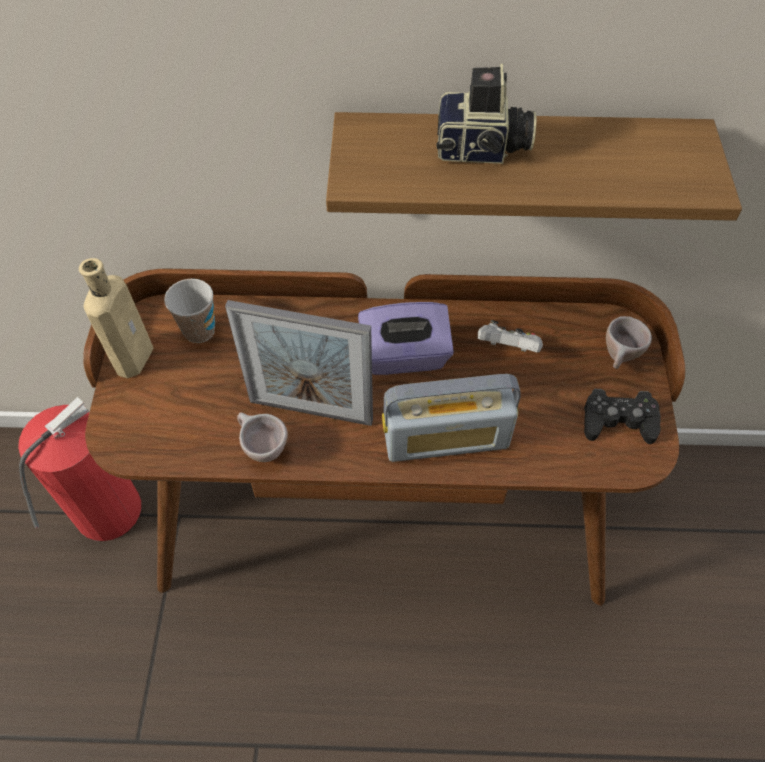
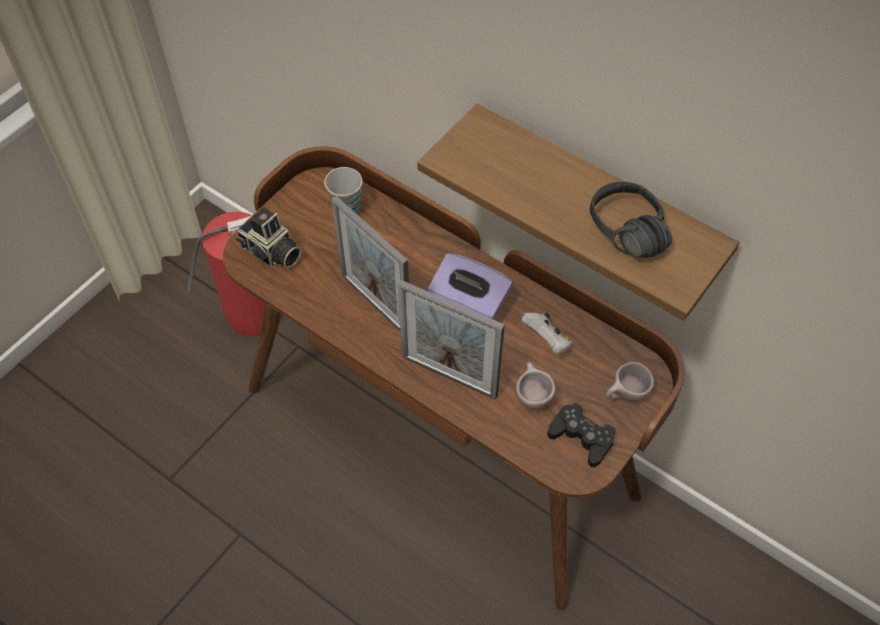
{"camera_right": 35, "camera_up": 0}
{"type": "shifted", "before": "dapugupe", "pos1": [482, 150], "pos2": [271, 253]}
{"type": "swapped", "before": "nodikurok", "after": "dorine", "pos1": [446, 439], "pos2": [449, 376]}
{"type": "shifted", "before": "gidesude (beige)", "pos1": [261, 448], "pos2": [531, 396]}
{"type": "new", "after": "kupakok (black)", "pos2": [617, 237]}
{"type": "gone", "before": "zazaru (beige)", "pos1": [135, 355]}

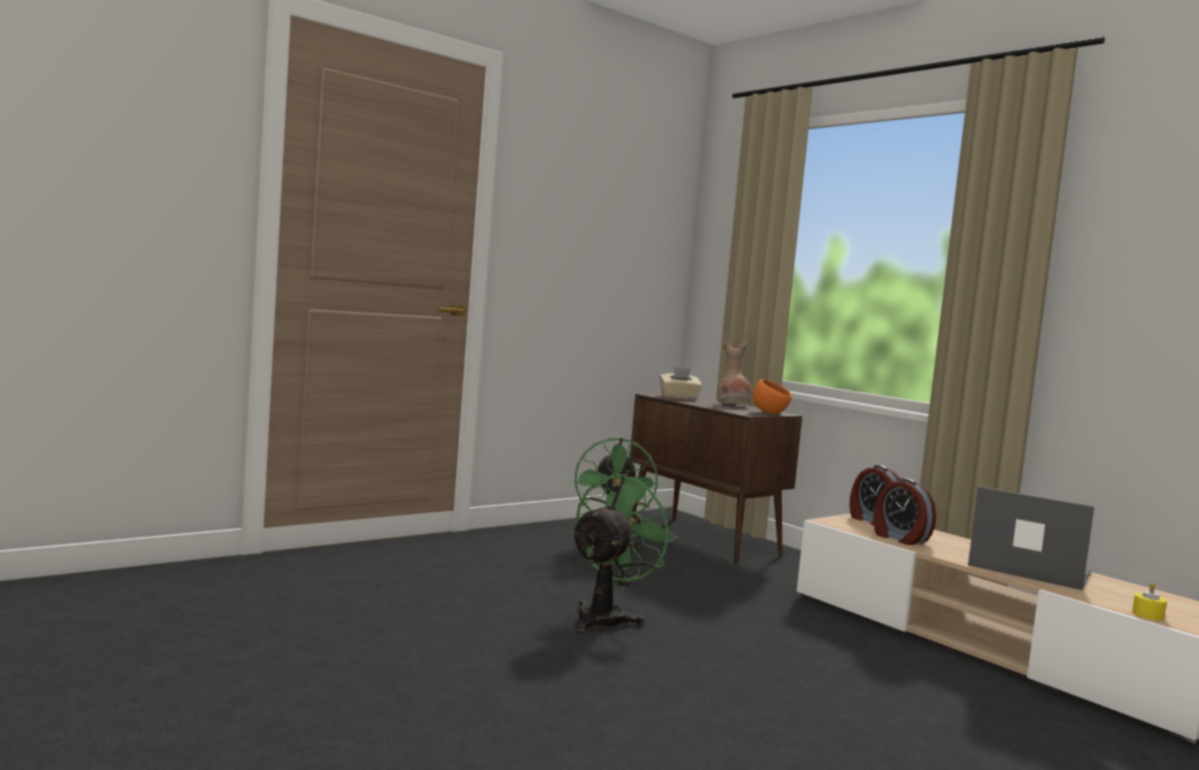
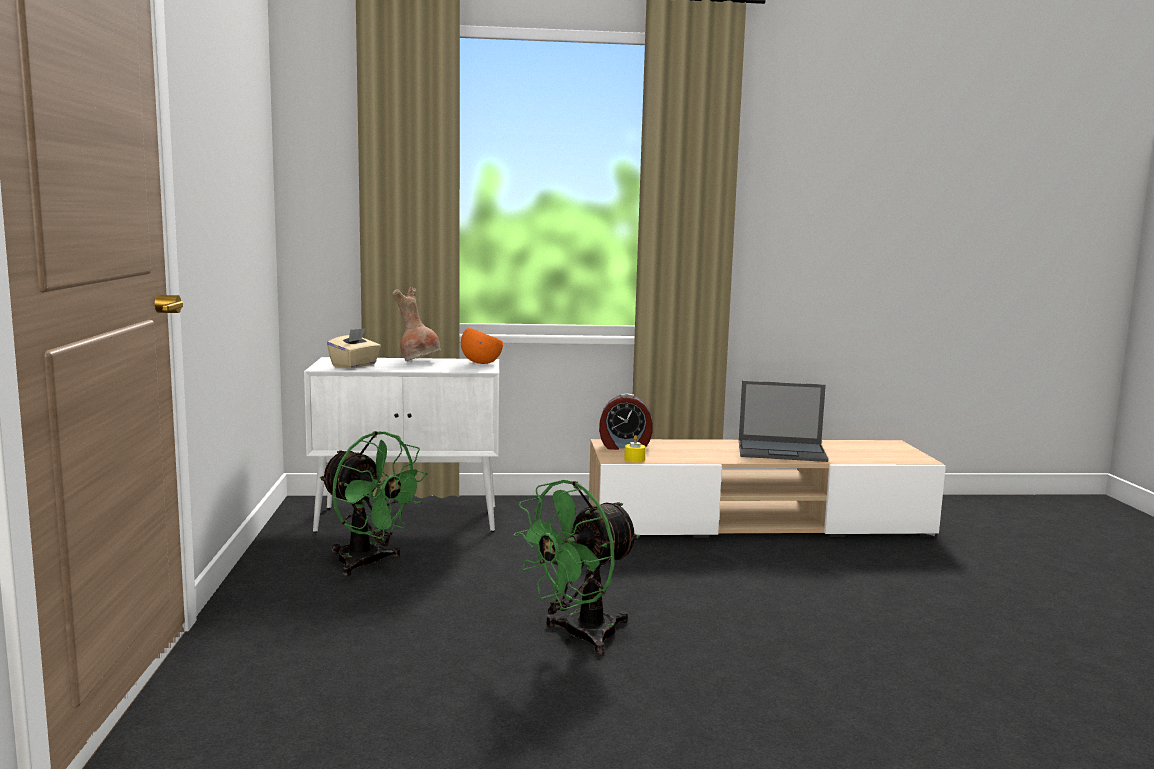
{"camera_right": -55, "camera_up": 5}
{"type": "repainted", "before": "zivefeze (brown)", "after": "zivefeze (white)", "pos1": [703, 540], "pos2": [410, 519]}
{"type": "rotated", "before": "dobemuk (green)", "pos1": [607, 617], "pos2": [578, 636], "turn": -105}
{"type": "shifted", "before": "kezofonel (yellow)", "pos1": [1148, 615], "pos2": [634, 459]}
{"type": "rotated", "before": "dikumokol", "pos1": [1027, 569], "pos2": [782, 451], "turn": -150}
{"type": "gone", "before": "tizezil", "pos1": [899, 538]}

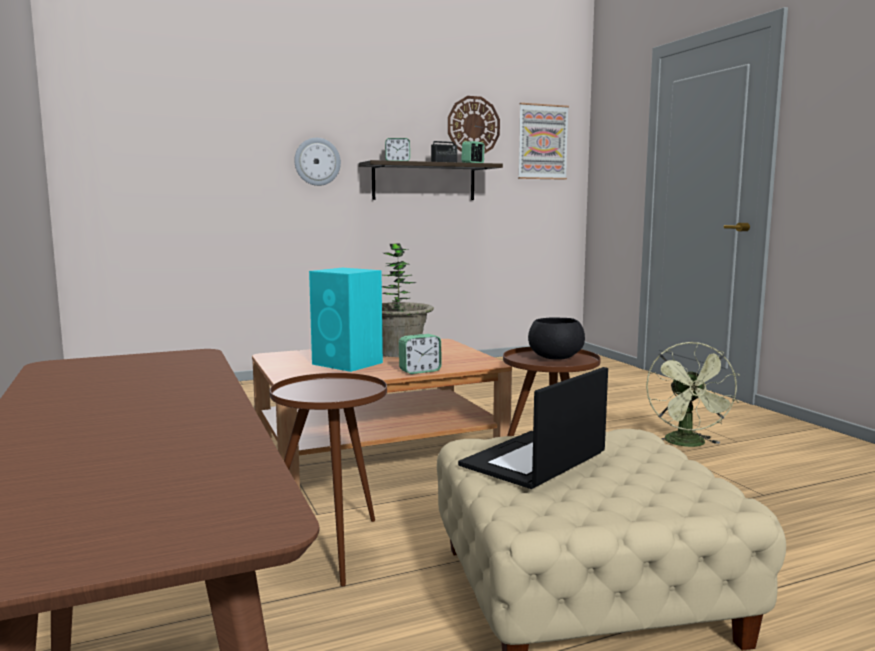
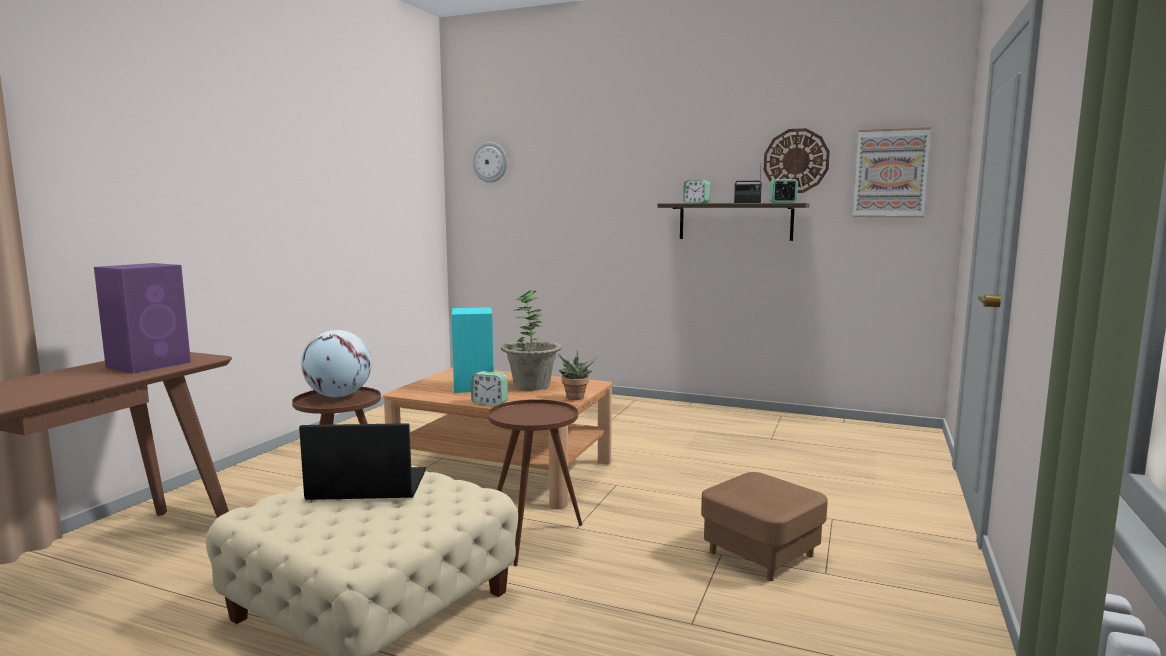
{"camera_right": 45, "camera_up": 0}
{"type": "new", "after": "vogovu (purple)", "pos2": [150, 364]}
{"type": "new", "after": "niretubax", "pos2": [339, 396]}
{"type": "shifted", "before": "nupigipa", "pos1": [317, 161], "pos2": [490, 162]}
{"type": "new", "after": "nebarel", "pos2": [575, 398]}
{"type": "swapped", "before": "dobemuk (green)", "after": "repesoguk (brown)", "pos1": [689, 444], "pos2": [761, 554]}
{"type": "gone", "before": "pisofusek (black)", "pos1": [555, 358]}

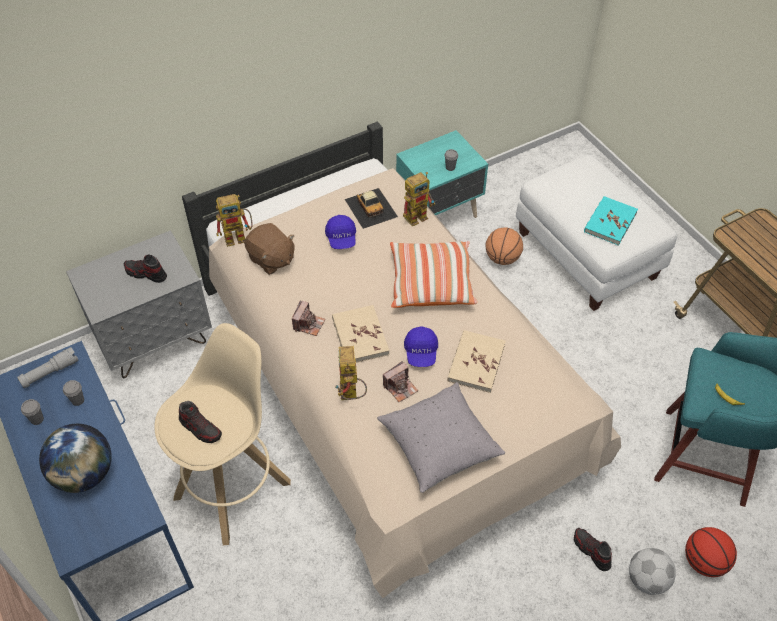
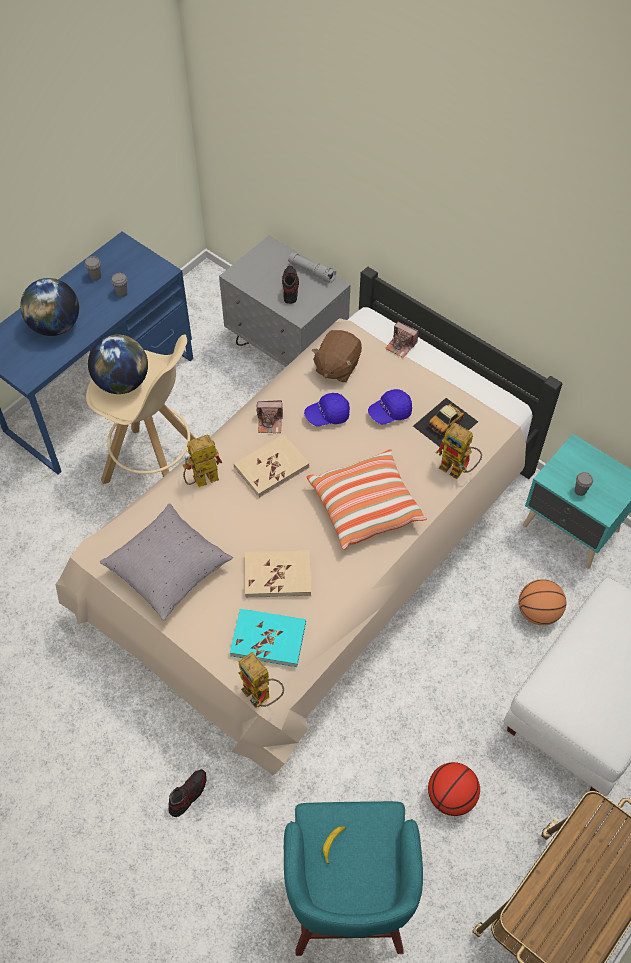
{"camera_right": 70, "camera_up": 5}
{"type": "swapped", "before": "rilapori", "after": "niretubax", "pos1": [200, 428], "pos2": [122, 383]}
{"type": "shifted", "before": "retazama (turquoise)", "pos1": [610, 222], "pos2": [268, 639]}
{"type": "shifted", "before": "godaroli", "pos1": [239, 236], "pos2": [261, 696]}
{"type": "shifted", "before": "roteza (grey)", "pos1": [50, 372], "pos2": [311, 271]}
{"type": "shifted", "before": "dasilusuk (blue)", "pos1": [421, 352], "pos2": [327, 415]}
{"type": "shifted", "before": "dapugupe", "pos1": [400, 387], "pos2": [401, 345]}
{"type": "shifted", "before": "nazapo", "pos1": [704, 561], "pos2": [451, 796]}
{"type": "gone", "before": "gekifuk", "pos1": [646, 579]}

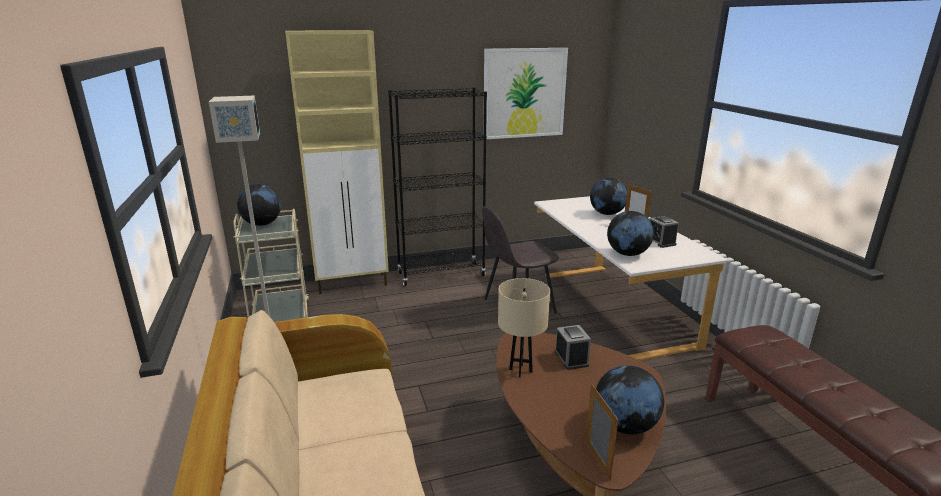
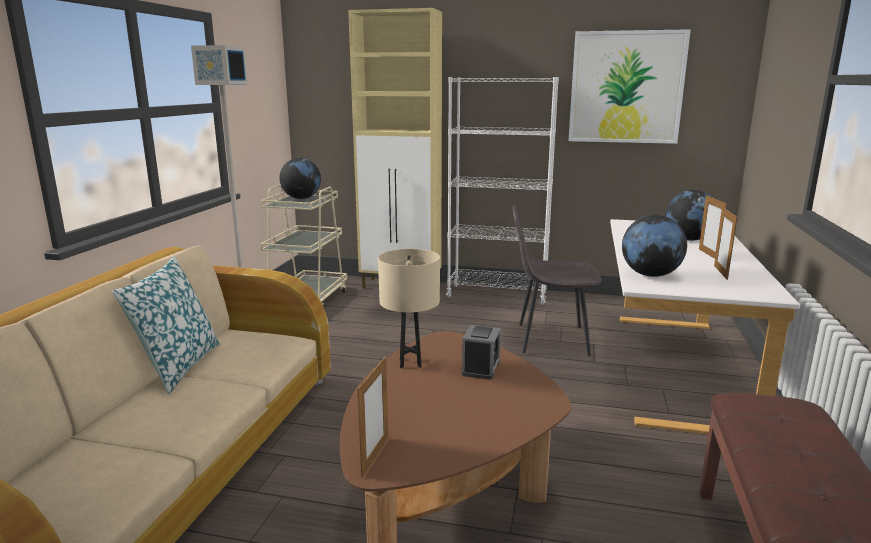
{"camera_right": 30, "camera_up": -5}
{"type": "new", "after": "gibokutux", "pos2": [178, 366]}
{"type": "repainted", "before": "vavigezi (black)", "after": "vavigezi (white)", "pos1": [441, 274], "pos2": [497, 295]}
{"type": "swapped", "before": "tizezil", "after": "dorine", "pos1": [660, 242], "pos2": [720, 272]}
{"type": "gone", "before": "niretubax", "pos1": [625, 425]}

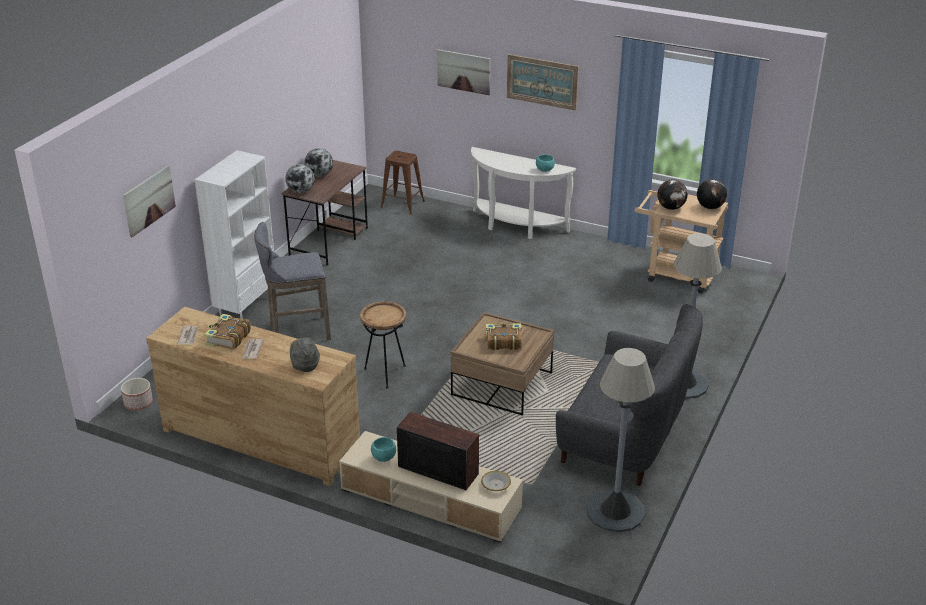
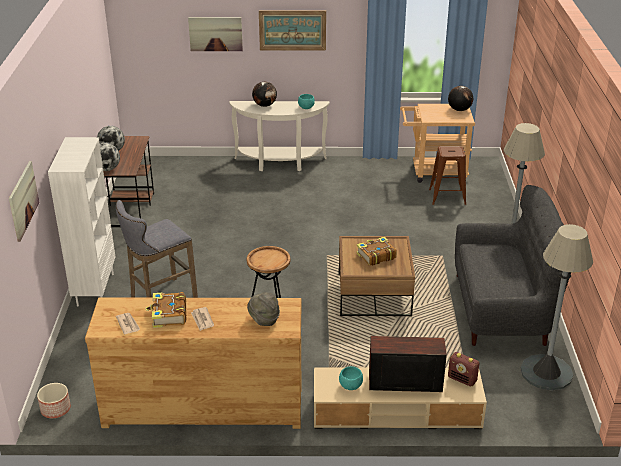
{"camera_right": -25, "camera_up": 0}
{"type": "shifted", "before": "niretubax", "pos1": [671, 208], "pos2": [265, 105]}
{"type": "shifted", "before": "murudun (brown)", "pos1": [402, 204], "pos2": [447, 197]}
{"type": "swapped", "before": "pisofusek", "after": "nodikurok", "pos1": [496, 485], "pos2": [462, 379]}

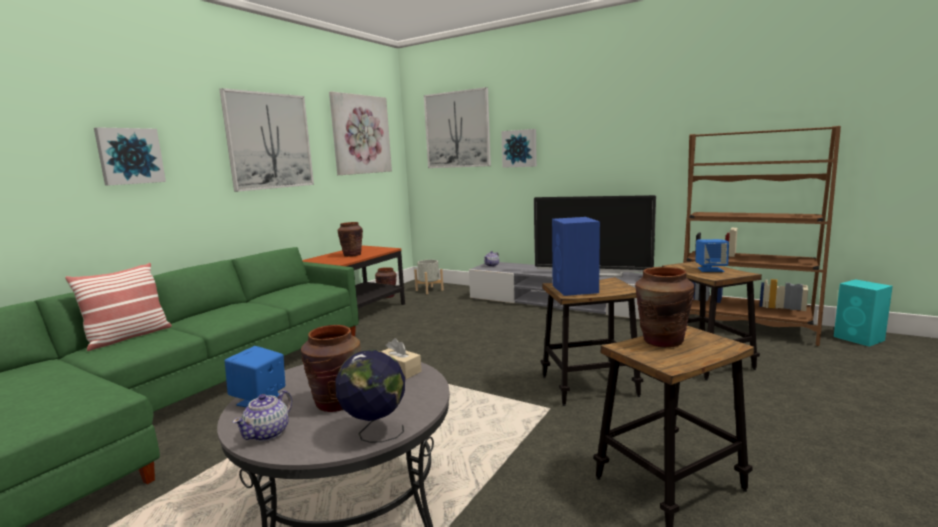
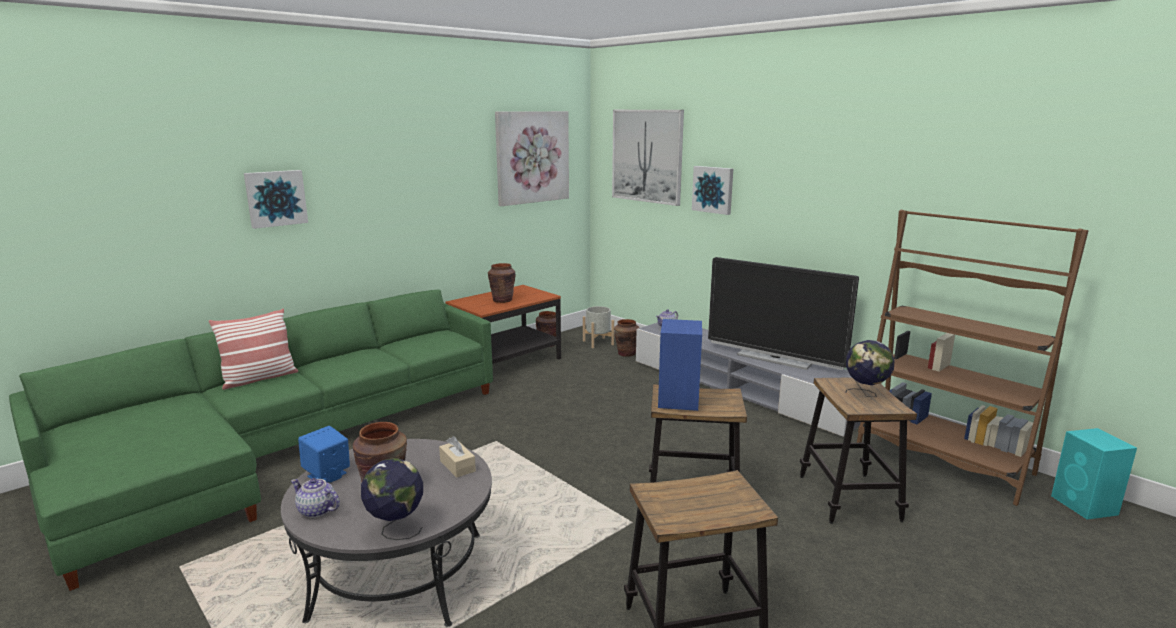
{"camera_right": 15, "camera_up": 5}
{"type": "rotated", "before": "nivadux", "pos1": [268, 433], "pos2": [317, 511], "turn": 75}
{"type": "shifted", "before": "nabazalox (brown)", "pos1": [662, 341], "pos2": [626, 354]}
{"type": "swapped", "before": "vogovu (blue)", "after": "niretubax", "pos1": [710, 269], "pos2": [865, 394]}
{"type": "gone", "before": "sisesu", "pos1": [269, 141]}

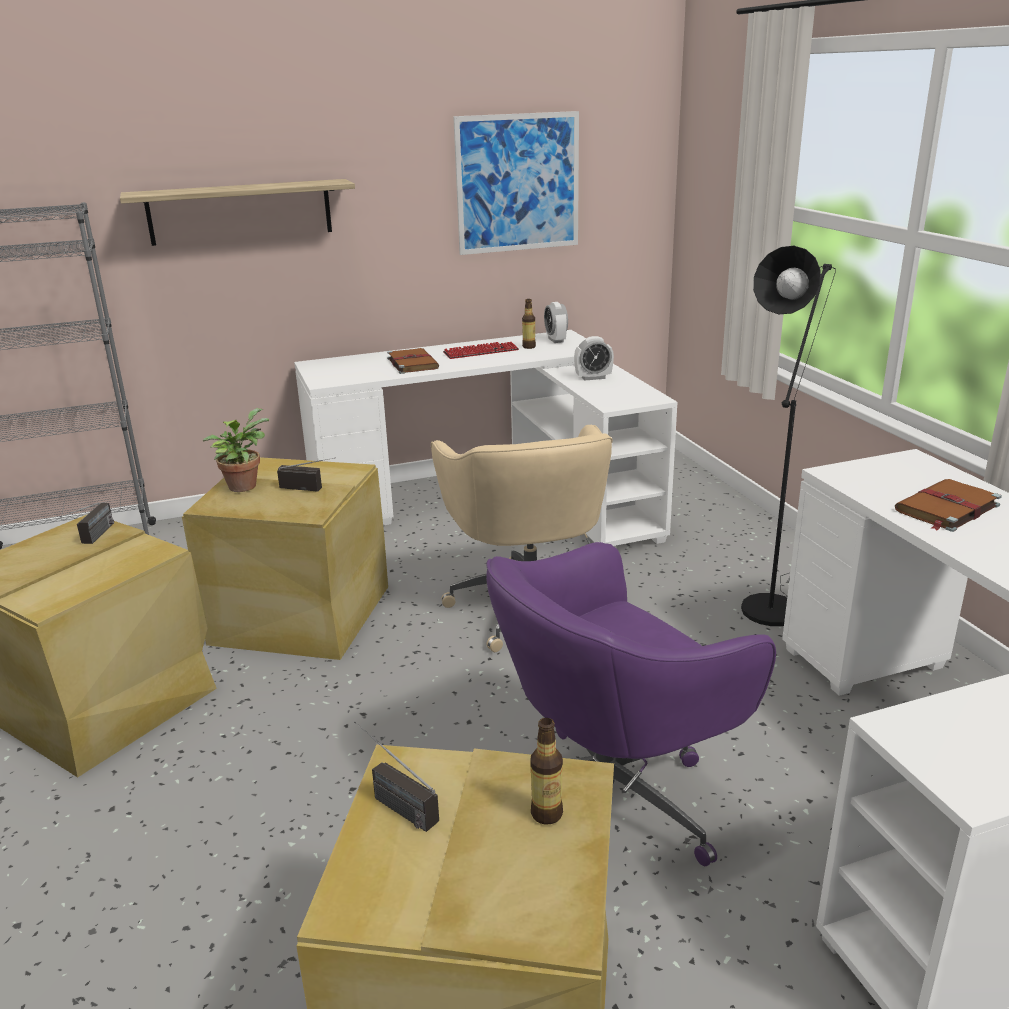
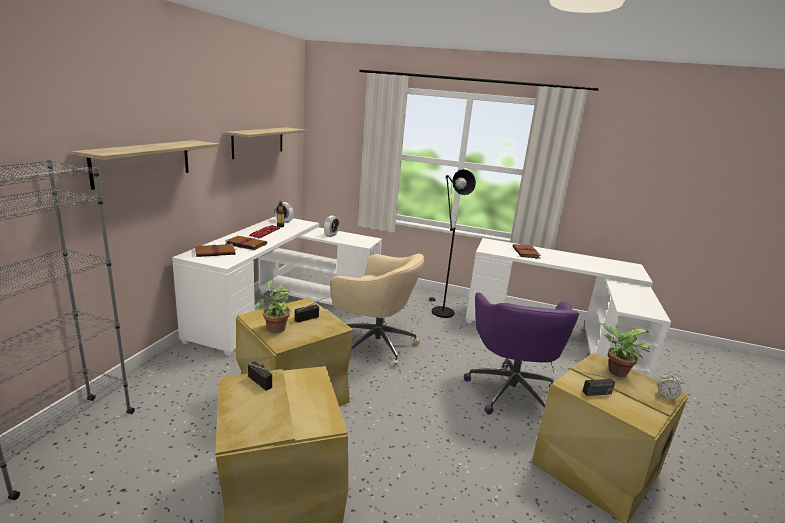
{"camera_right": -55, "camera_up": -5}
{"type": "new", "after": "retazama (brown)", "pos2": [216, 252]}
{"type": "swapped", "before": "sisesu", "after": "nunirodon", "pos1": [518, 183], "pos2": [258, 142]}
{"type": "swapped", "before": "zazaru", "after": "nebarel", "pos1": [547, 814], "pos2": [615, 371]}
{"type": "new", "after": "tizezil", "pos2": [666, 396]}

